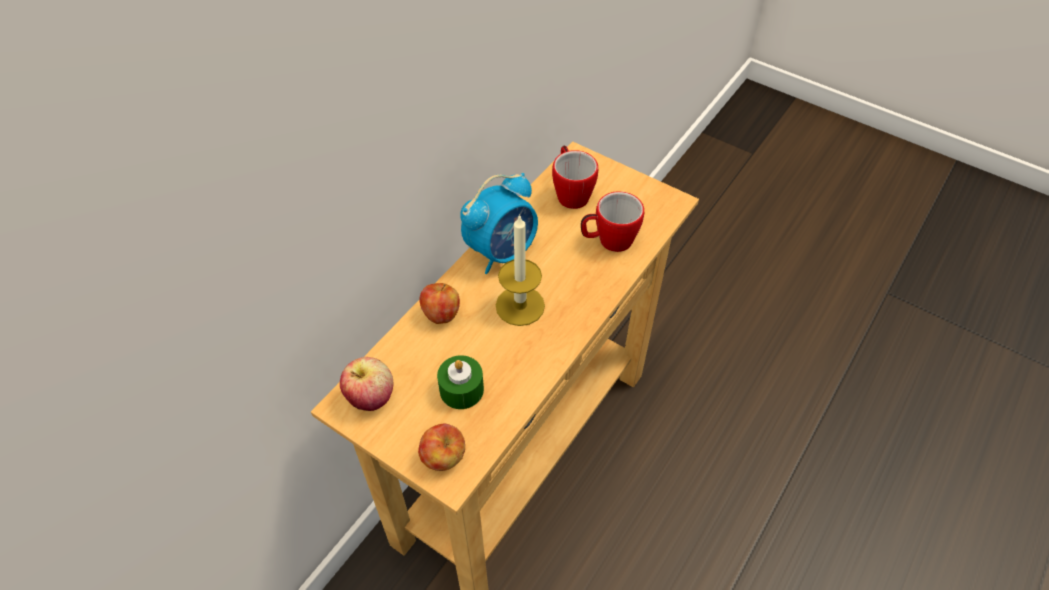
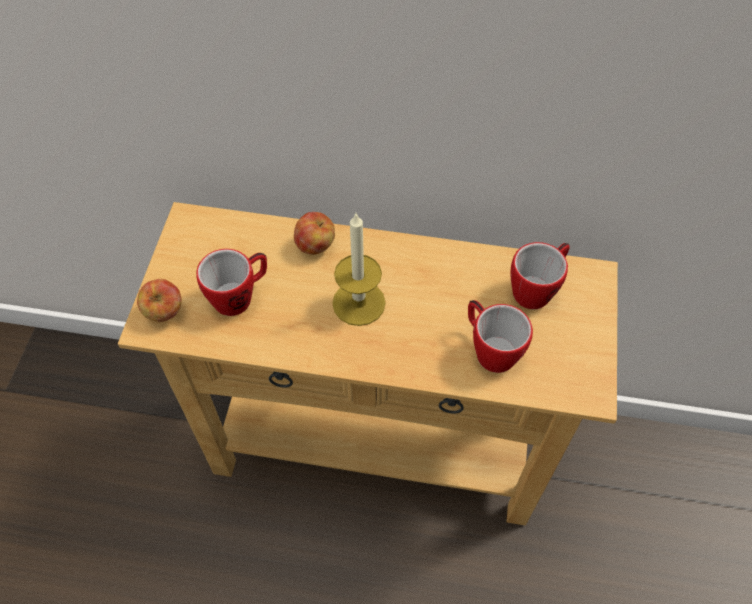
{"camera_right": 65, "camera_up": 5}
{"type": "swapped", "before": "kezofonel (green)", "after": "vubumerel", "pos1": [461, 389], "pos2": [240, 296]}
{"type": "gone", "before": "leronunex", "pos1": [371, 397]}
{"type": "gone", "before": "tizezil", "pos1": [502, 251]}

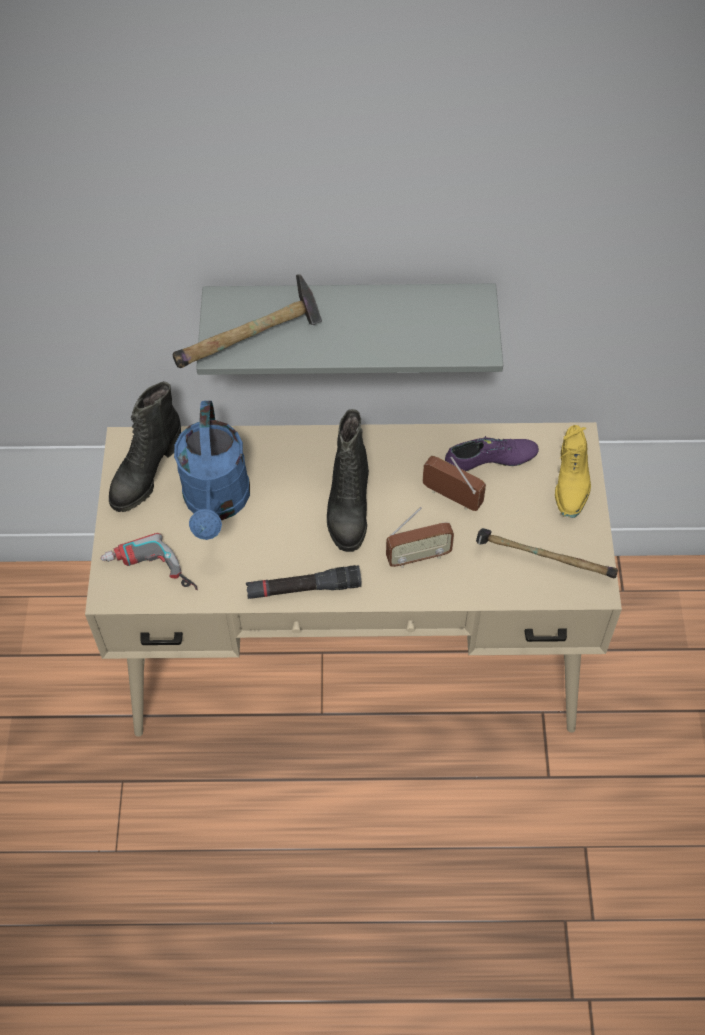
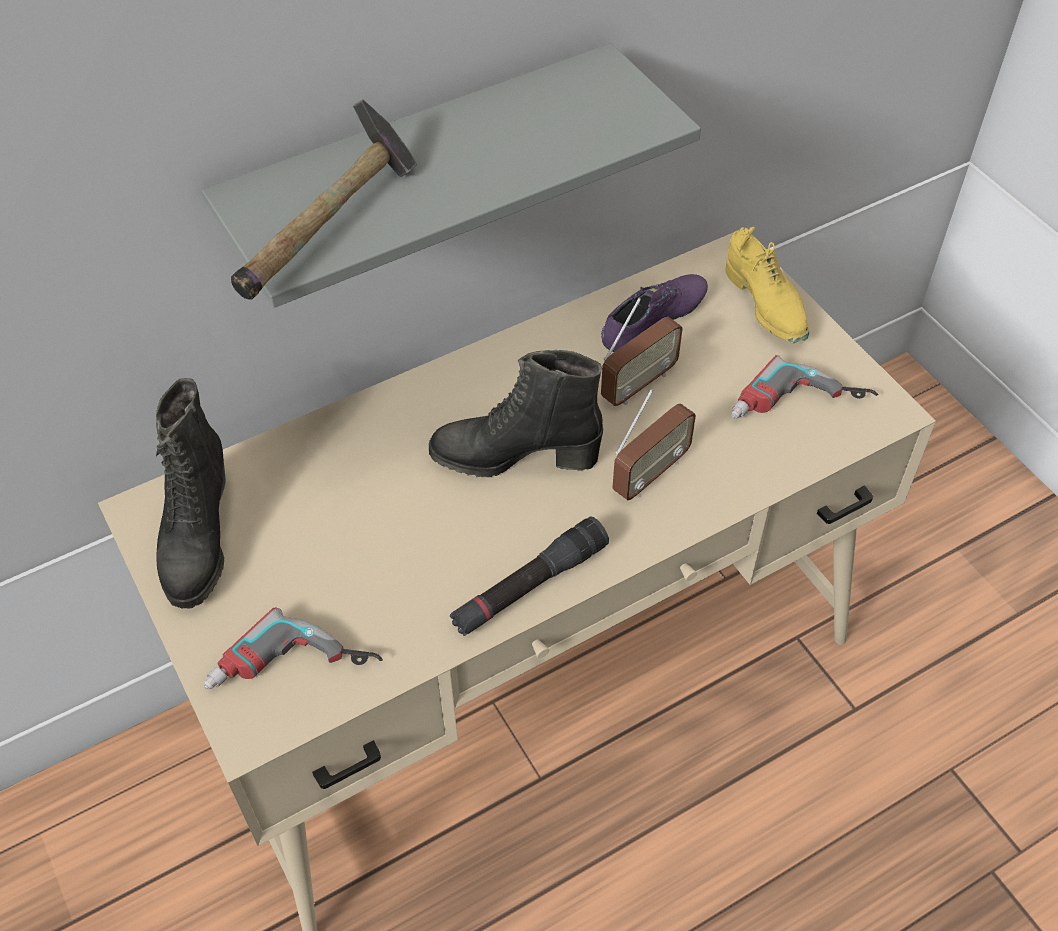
{"camera_right": -30, "camera_up": -5}
{"type": "rotated", "before": "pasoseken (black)", "pos1": [347, 508], "pos2": [515, 456], "turn": 120}
{"type": "rotated", "before": "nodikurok", "pos1": [451, 497], "pos2": [638, 384], "turn": 135}
{"type": "swapped", "before": "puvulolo", "after": "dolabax", "pos1": [539, 561], "pos2": [800, 410]}
{"type": "gone", "before": "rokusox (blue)", "pos1": [217, 504]}

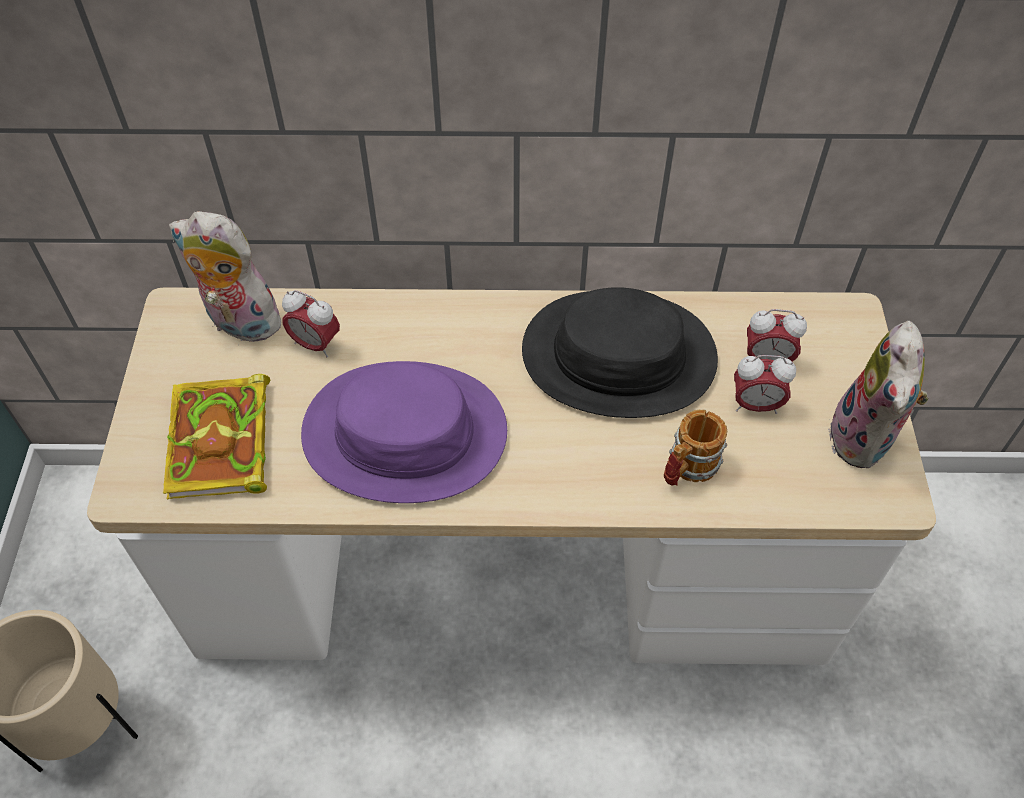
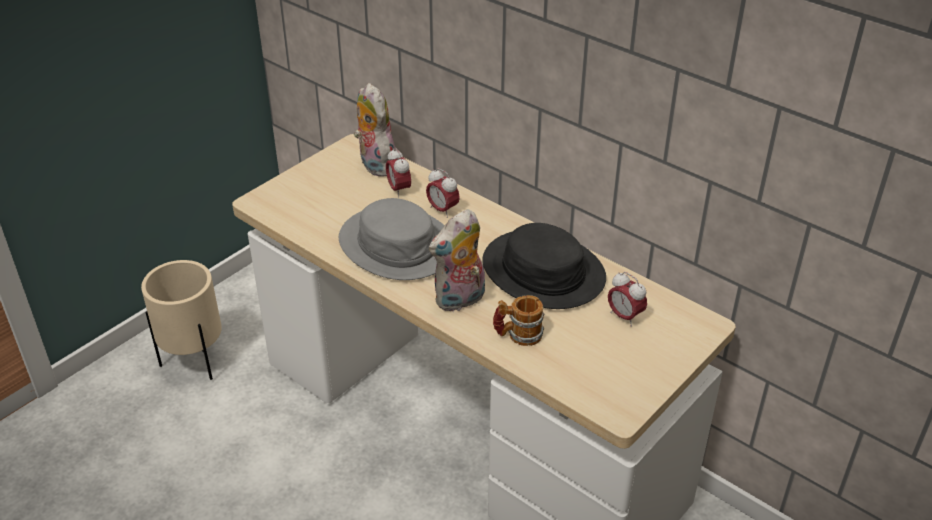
{"camera_right": 40, "camera_up": -15}
{"type": "repainted", "before": "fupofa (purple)", "after": "fupofa (grey)", "pos1": [405, 432], "pos2": [397, 245]}
{"type": "shifted", "before": "tizezil", "pos1": [755, 405], "pos2": [442, 210]}
{"type": "shifted", "before": "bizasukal", "pos1": [865, 440], "pos2": [460, 300]}
{"type": "gone", "before": "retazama", "pos1": [222, 444]}

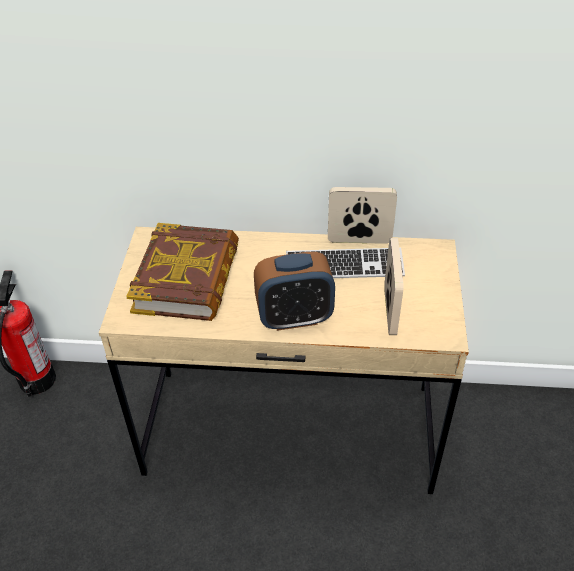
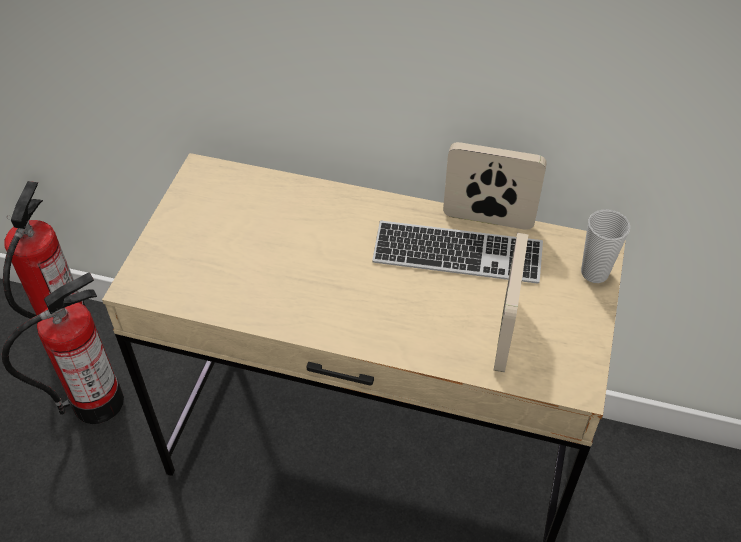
{"camera_right": 10, "camera_up": 5}
{"type": "new", "after": "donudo", "pos2": [97, 402]}
{"type": "new", "after": "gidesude", "pos2": [594, 273]}
{"type": "gone", "before": "retazama", "pos1": [187, 278]}
{"type": "gone", "before": "tizezil", "pos1": [294, 317]}

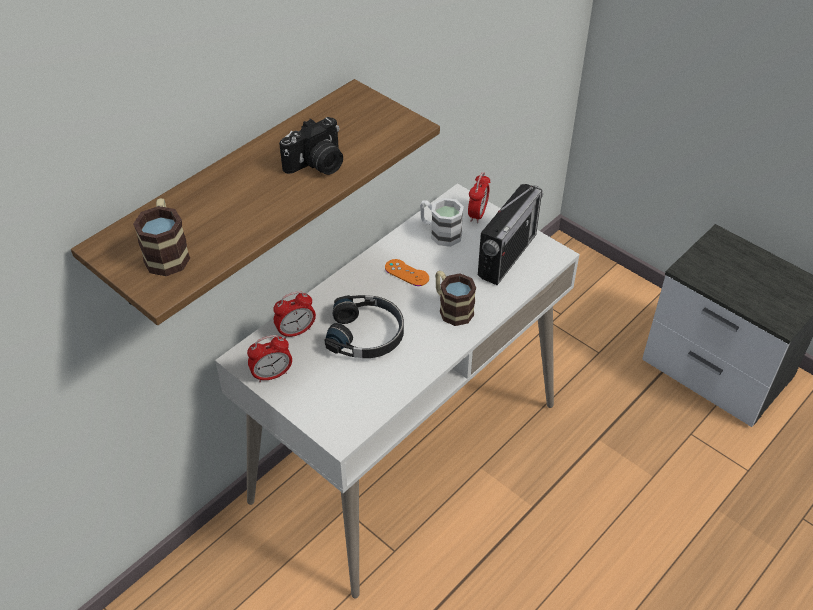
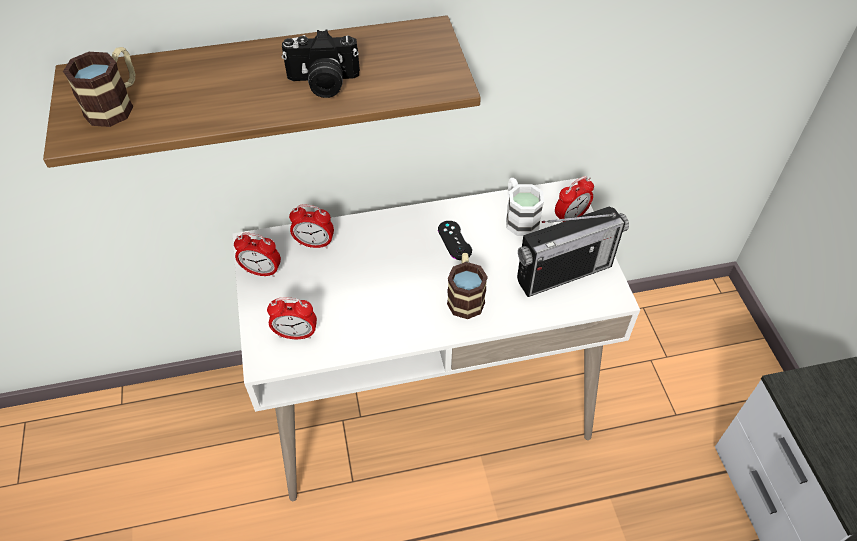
{"camera_right": 35, "camera_up": 5}
{"type": "new", "after": "tizezil", "pos2": [296, 334]}
{"type": "repainted", "before": "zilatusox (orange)", "after": "zilatusox (black)", "pos1": [407, 273], "pos2": [454, 240]}
{"type": "gone", "before": "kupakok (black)", "pos1": [366, 334]}

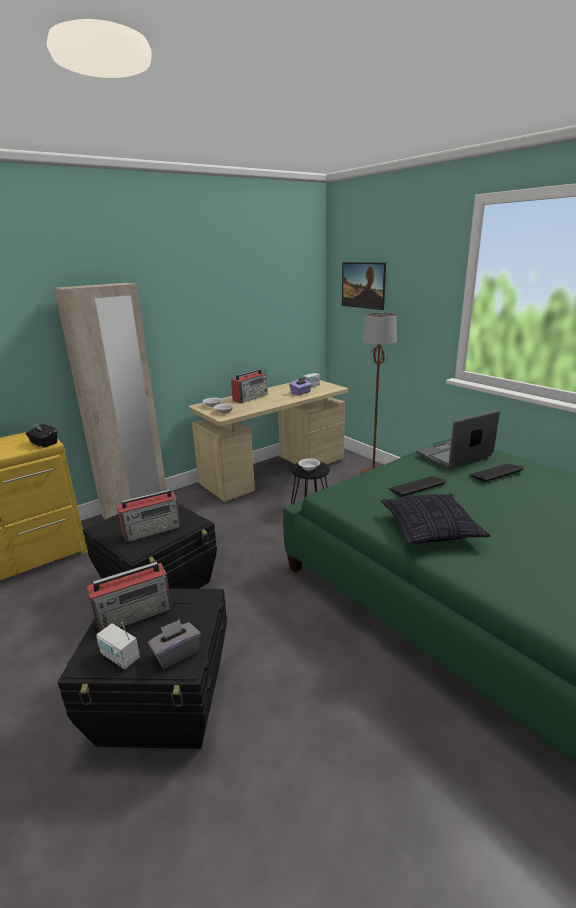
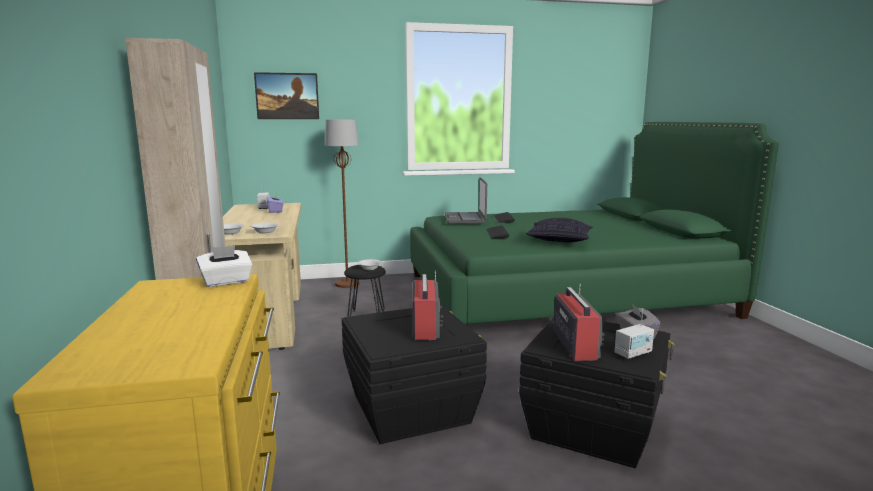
{"camera_right": -65, "camera_up": -10}
{"type": "repainted", "before": "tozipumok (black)", "after": "tozipumok (white)", "pos1": [43, 443], "pos2": [226, 282]}
{"type": "gone", "before": "nodikurok", "pos1": [251, 398]}

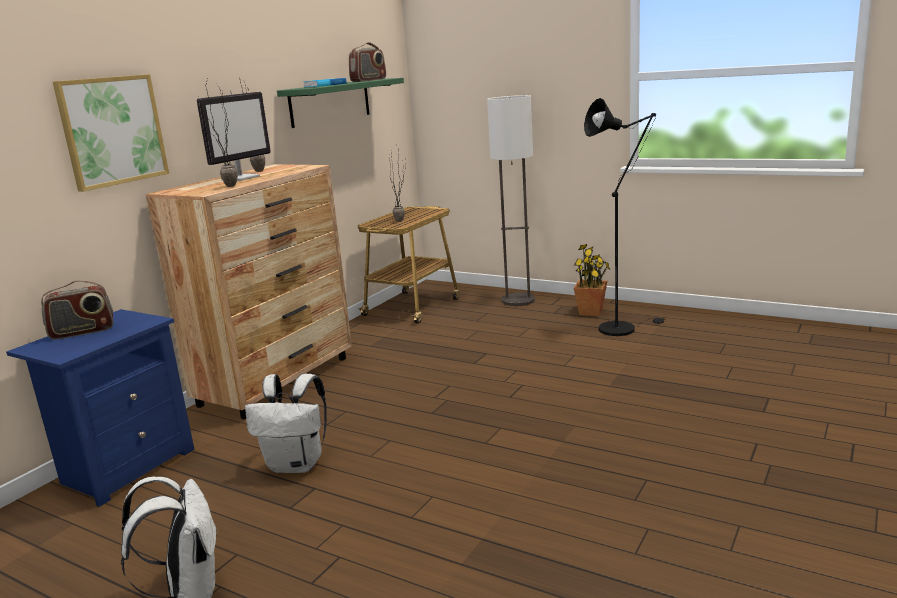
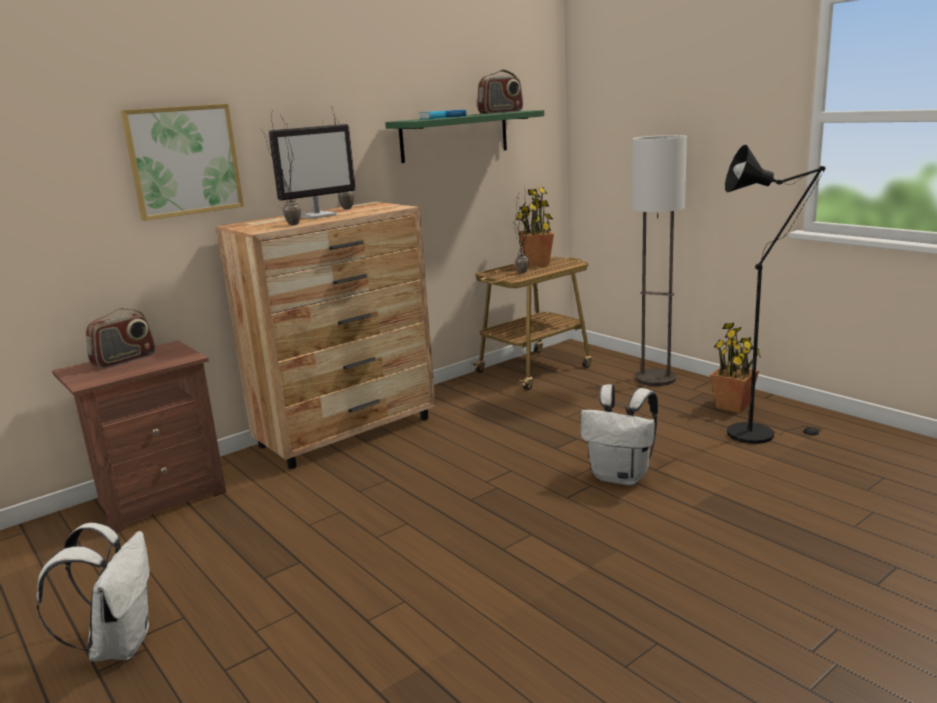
{"camera_right": 20, "camera_up": 0}
{"type": "repainted", "before": "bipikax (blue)", "after": "bipikax (brown)", "pos1": [126, 467], "pos2": [159, 498]}
{"type": "rotated", "before": "nodikurok", "pos1": [82, 332], "pos2": [124, 360], "turn": -45}
{"type": "new", "after": "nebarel", "pos2": [537, 263]}
{"type": "shifted", "before": "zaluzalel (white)", "pos1": [297, 464], "pos2": [621, 477]}

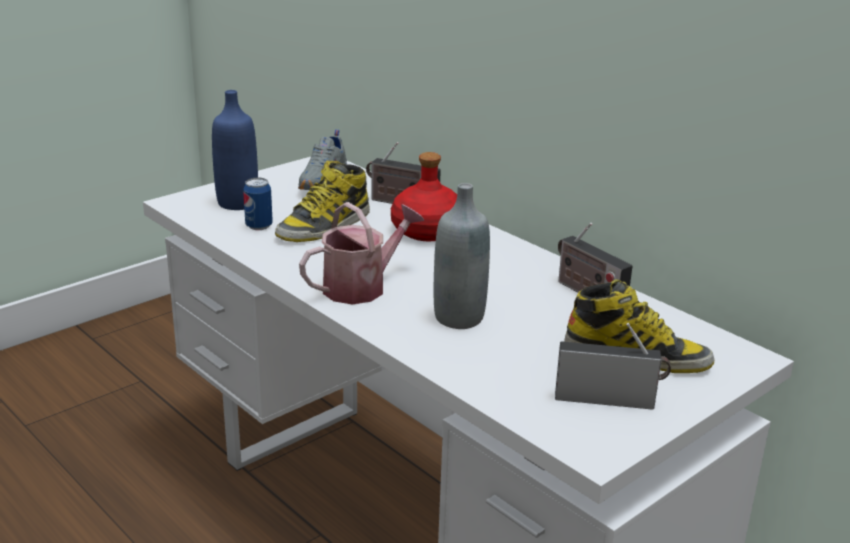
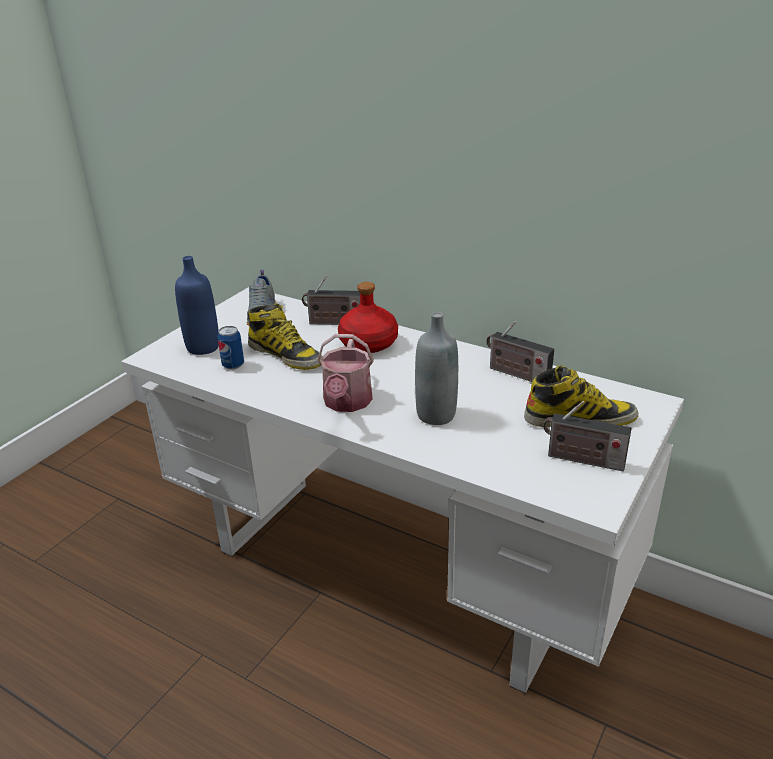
{"camera_right": -15, "camera_up": 5}
{"type": "rotated", "before": "pasoseken", "pos1": [324, 226], "pos2": [286, 355], "turn": -75}
{"type": "rotated", "before": "rokusox", "pos1": [361, 286], "pos2": [346, 403], "turn": 150}
{"type": "rotated", "before": "nodikurok", "pos1": [609, 399], "pos2": [582, 460], "turn": -150}

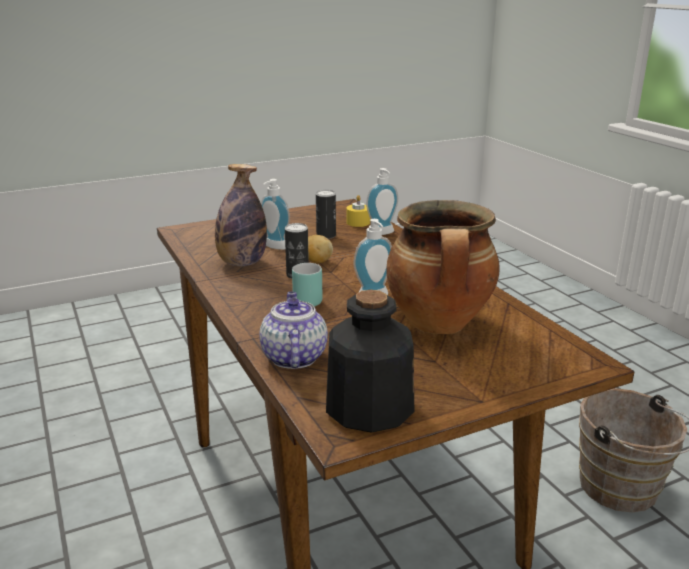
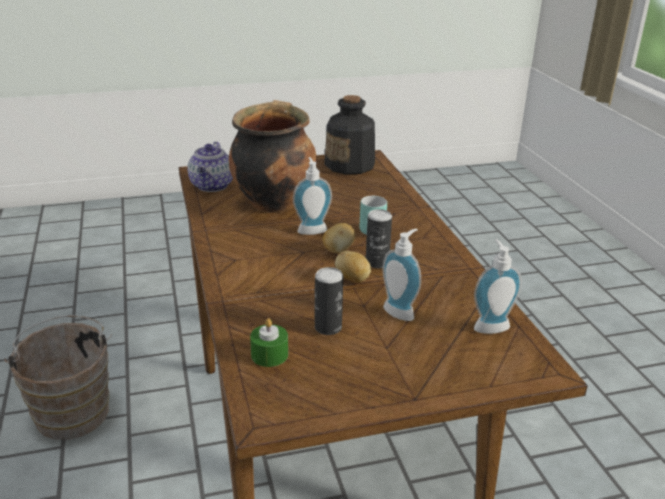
{"camera_right": -170, "camera_up": 5}
{"type": "shifted", "before": "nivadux", "pos1": [293, 357], "pos2": [212, 186]}
{"type": "repainted", "before": "kezofonel (yellow)", "after": "kezofonel (green)", "pos1": [358, 222], "pos2": [269, 355]}
{"type": "new", "after": "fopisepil", "pos2": [338, 250]}
{"type": "shifted", "before": "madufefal", "pos1": [383, 233], "pos2": [489, 325]}
{"type": "gone", "before": "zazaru", "pos1": [242, 263]}

